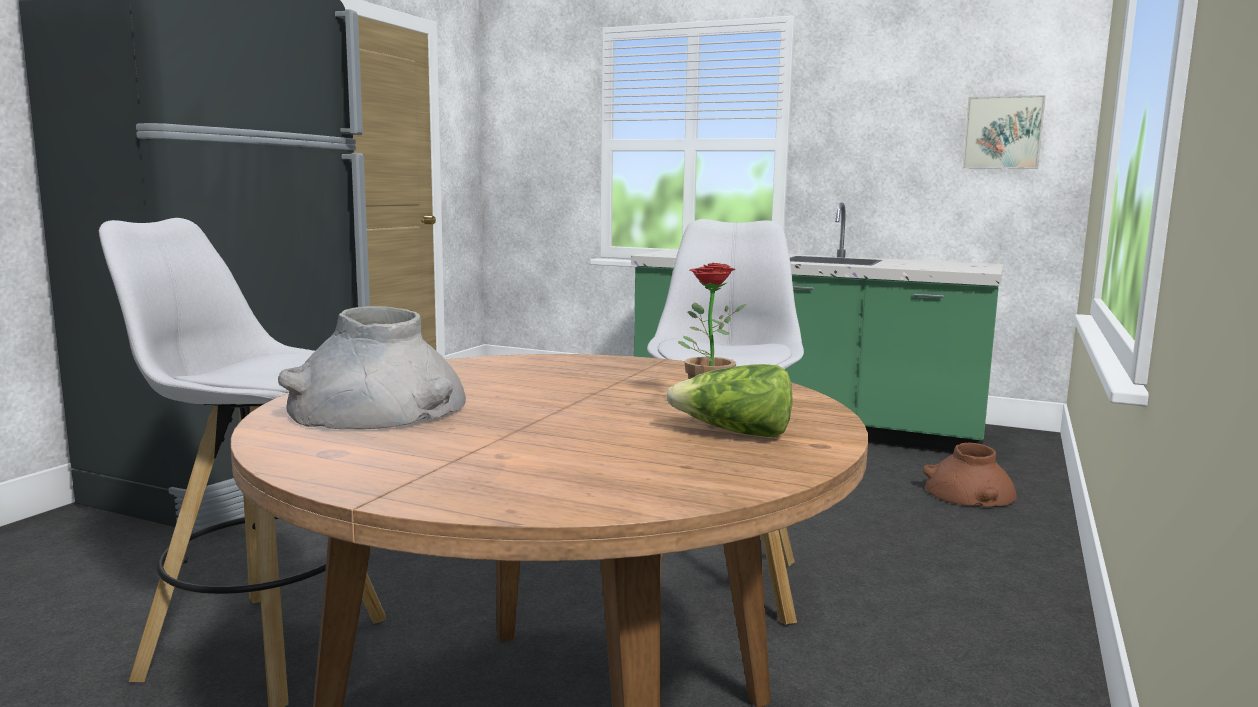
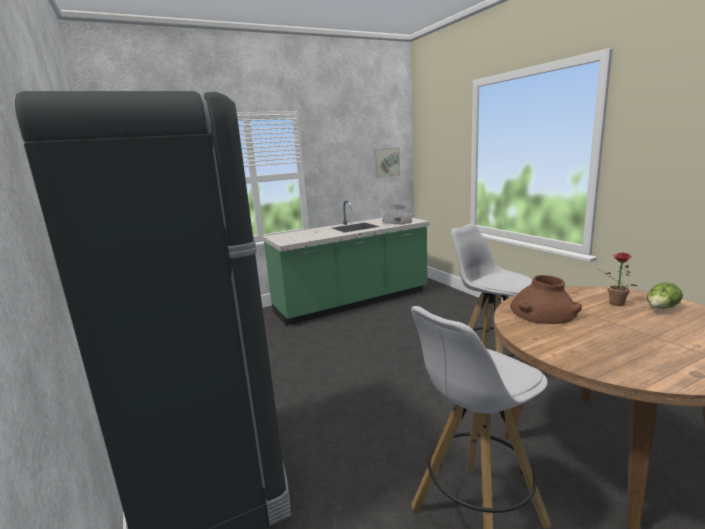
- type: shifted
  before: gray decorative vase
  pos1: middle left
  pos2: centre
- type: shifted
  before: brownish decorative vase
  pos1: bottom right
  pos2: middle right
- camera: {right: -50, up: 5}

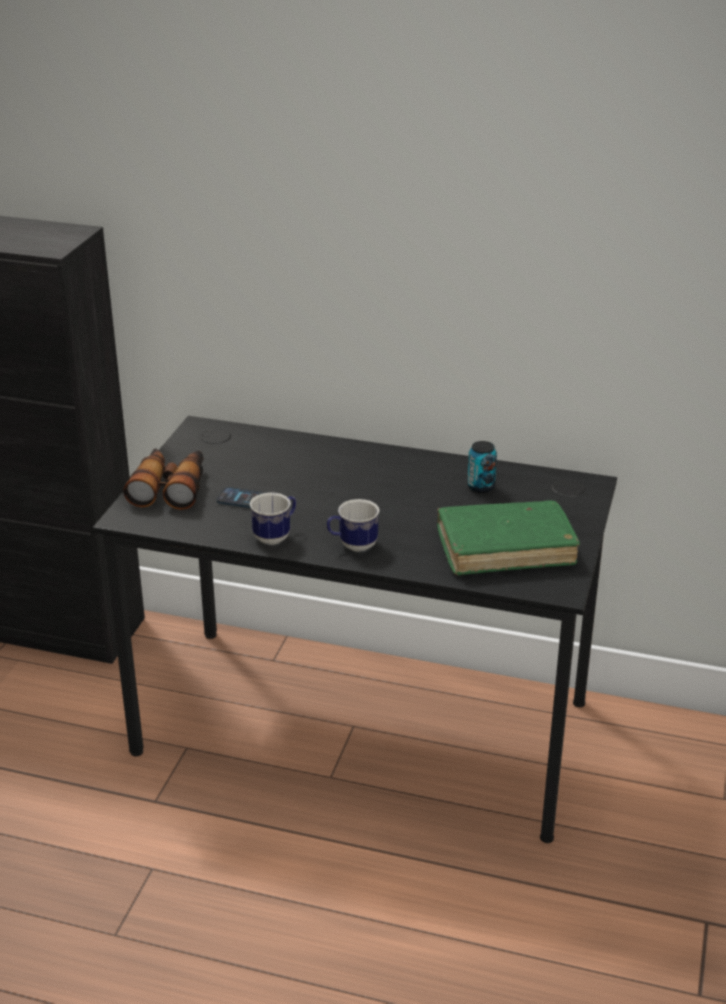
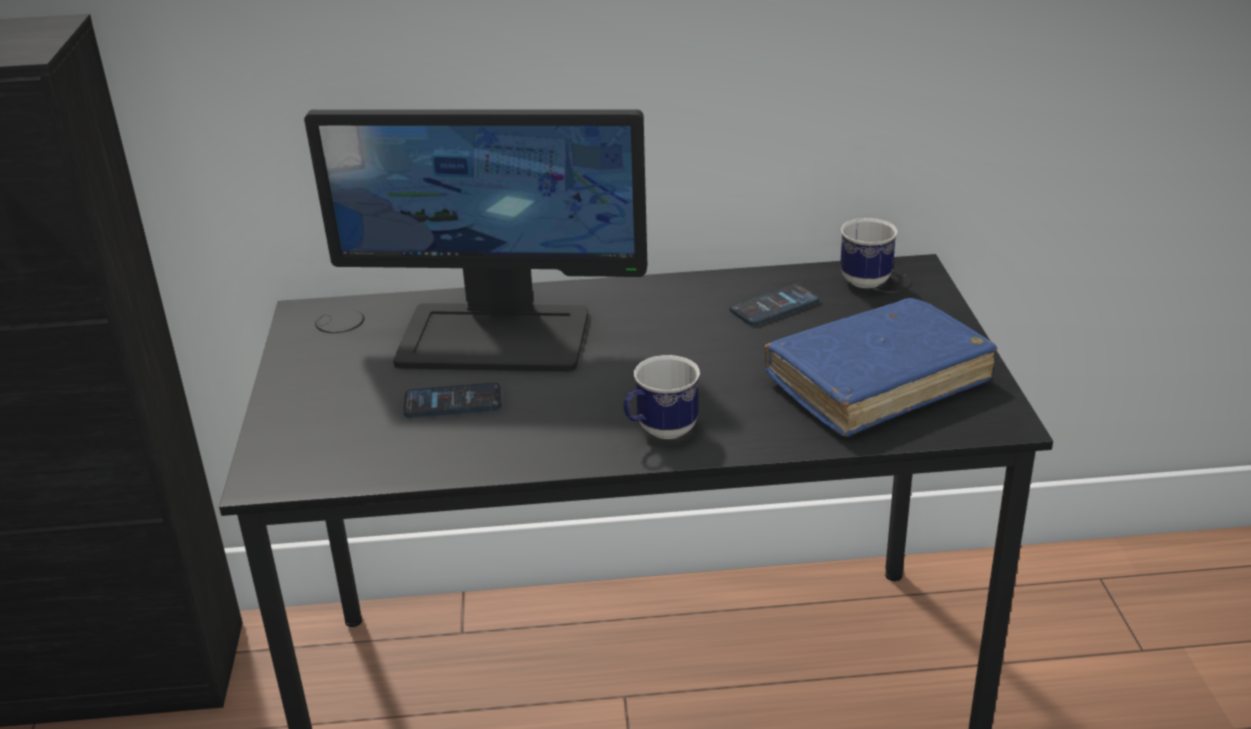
- type: new
  after: monitor
  pos2: top centre
- type: swapped
  before: sealed can
  after: phone (no. 2 from left)
  pos1: centre
  pos2: centre
- type: repainted
  before: green-coloured book
  after: blue book
  pos1: middle right
  pos2: middle right
- type: shifted
  before: coffee mug (no. 1 from left in the first image)
  after: coffee mug (no. 2 from left)
  pos1: centre
  pos2: middle right
- type: gone
  before: binoculars
  pos1: middle left
- camera: {right: -20, up: 0}

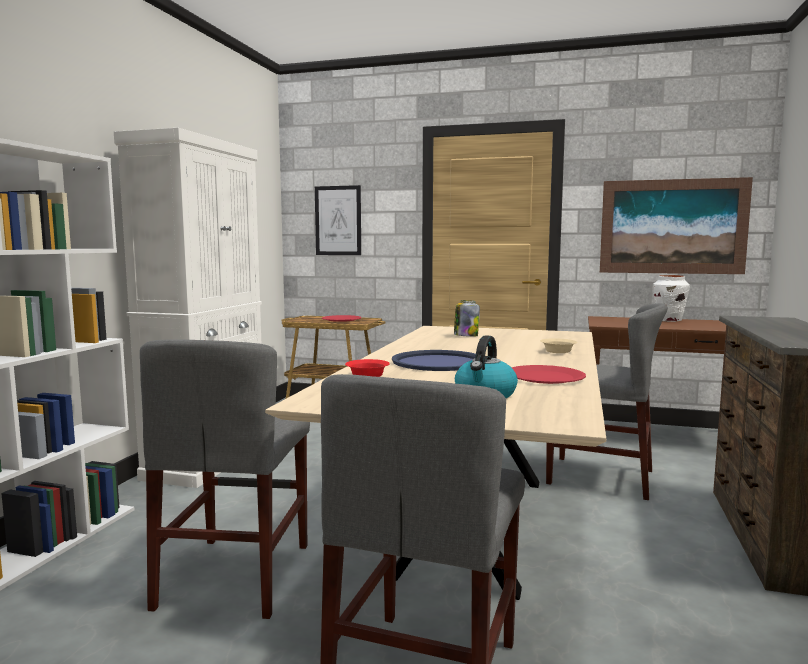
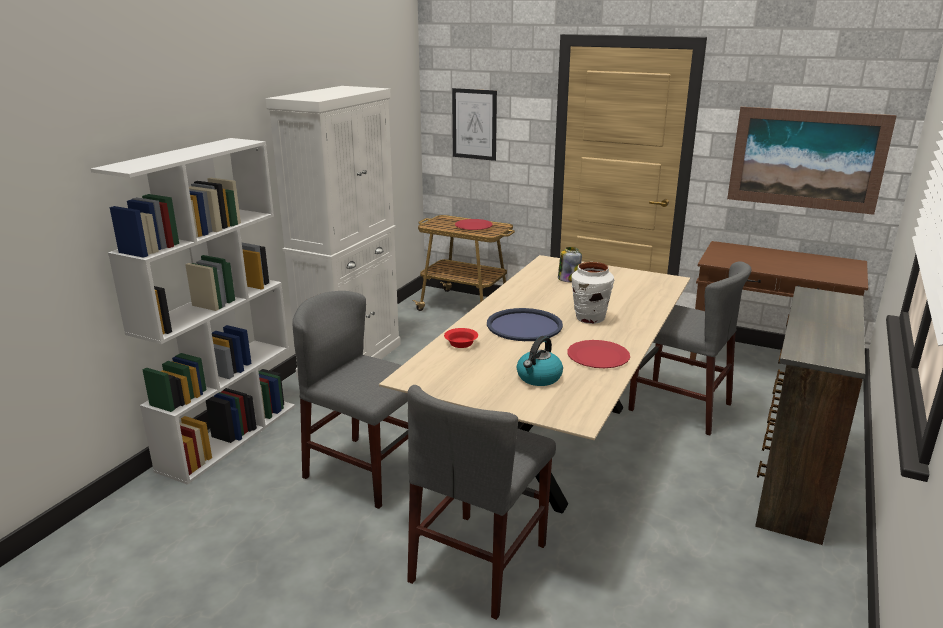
- type: rotated
  before: gray upright chair (no. 1 from left)
  pos1: bottom left
  pos2: centre
  turn: 105
- type: shifted
  before: white-coloured decorative vase
  pos1: middle right
  pos2: centre
- type: gone
  before: beige serving bowl
  pos1: middle right
- camera: {right: 10, up: 15}

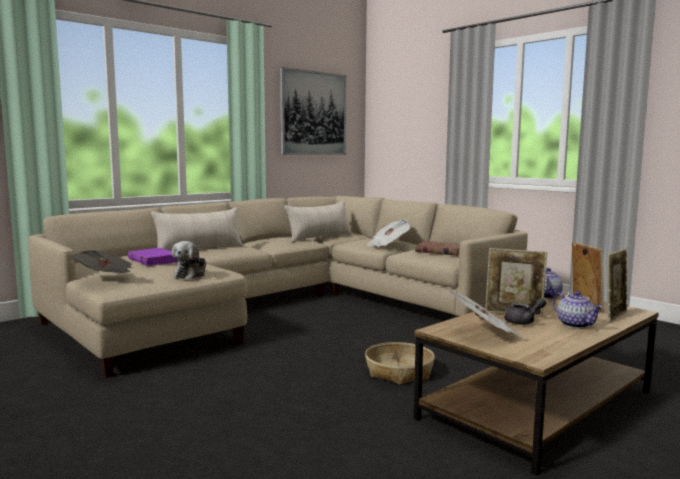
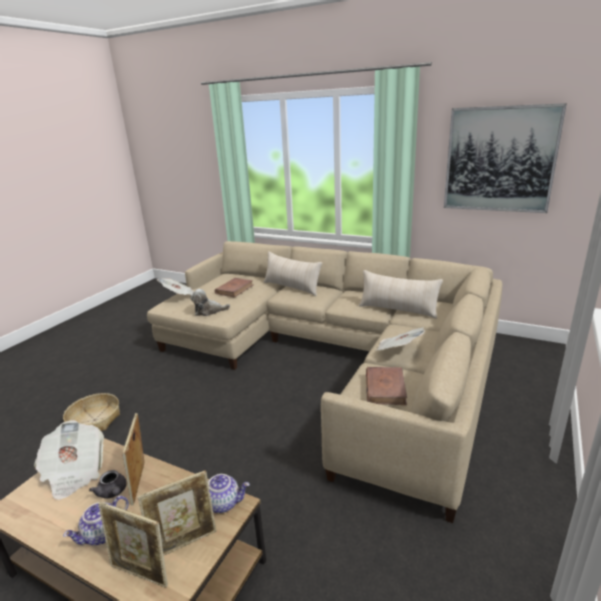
- type: shifted
  before: basket
  pos1: bottom centre
  pos2: bottom left
- type: repainted
  before: purplish book
  after: brownish book (no. 1 from left)
  pos1: middle left
  pos2: centre
- camera: {right: 70, up: 15}

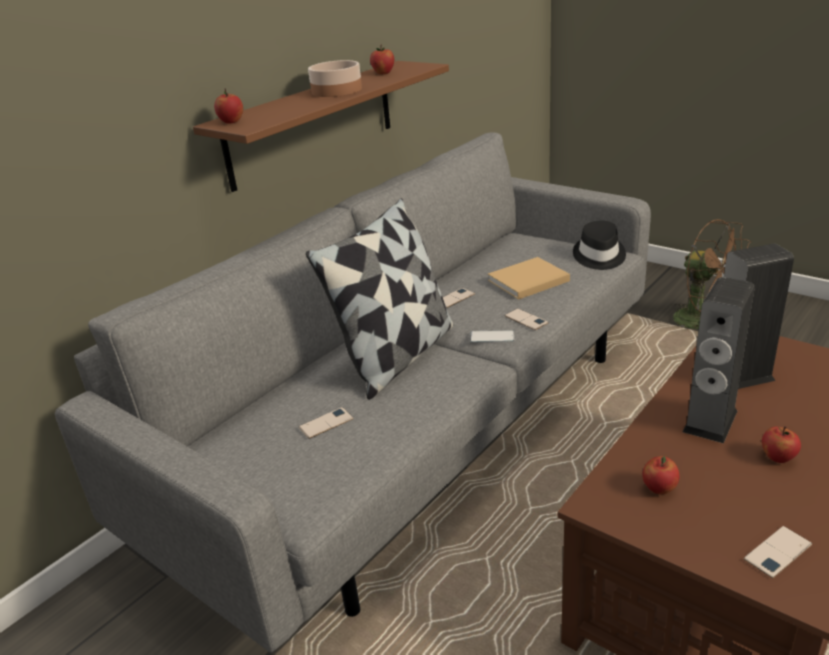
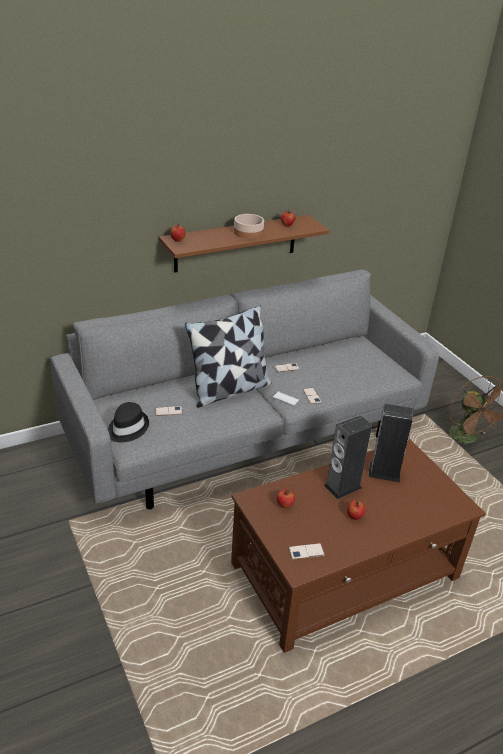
- type: shifted
  before: blackish hat
  pos1: middle right
  pos2: middle left
- type: gone
  before: beige book
  pos1: centre
- camera: {right: 20, up: 5}

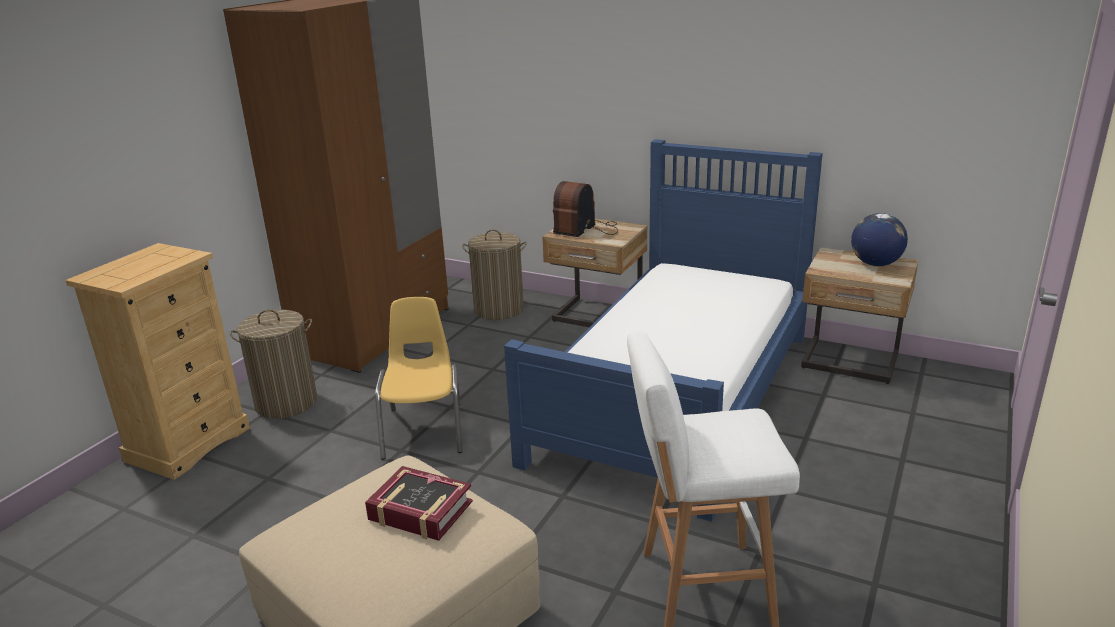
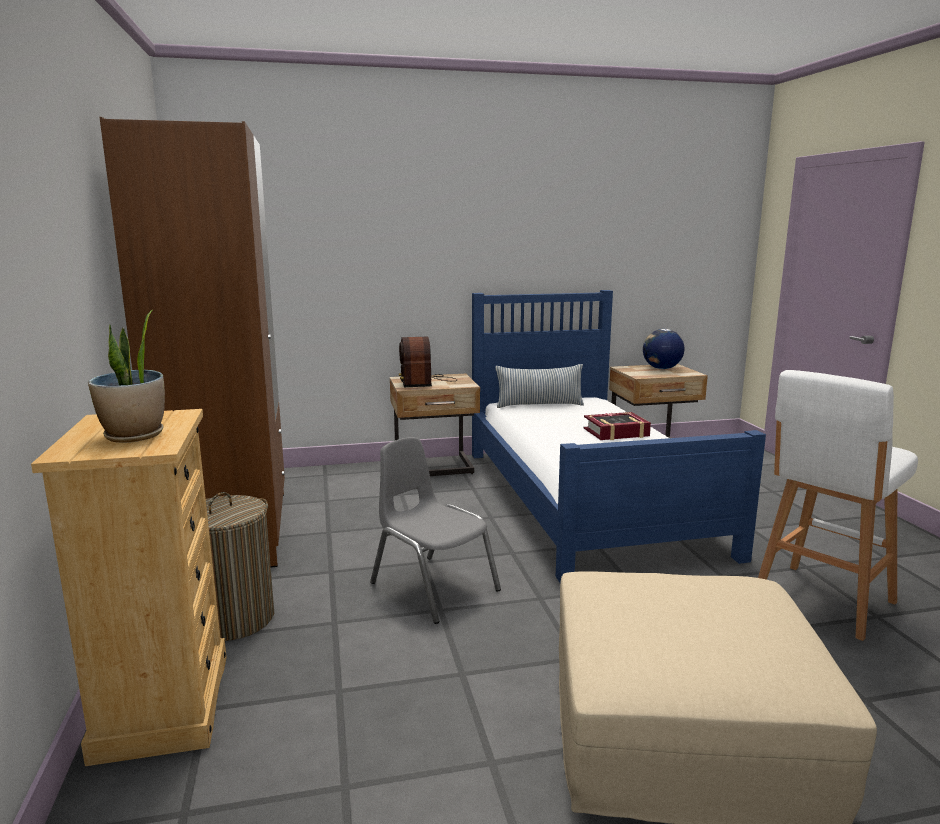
- type: new
  after: houseplant
  pos2: middle left
- type: repainted
  before: yellowish upright chair
  after: gray upright chair
  pos1: centre
  pos2: centre
- type: new
  after: pillow
  pos2: centre
- type: shifted
  before: book
  pos1: bottom centre
  pos2: centre
- type: gone
  before: washing basket (no. 2 from left)
  pos1: centre
- camera: {right: -40, up: -10}

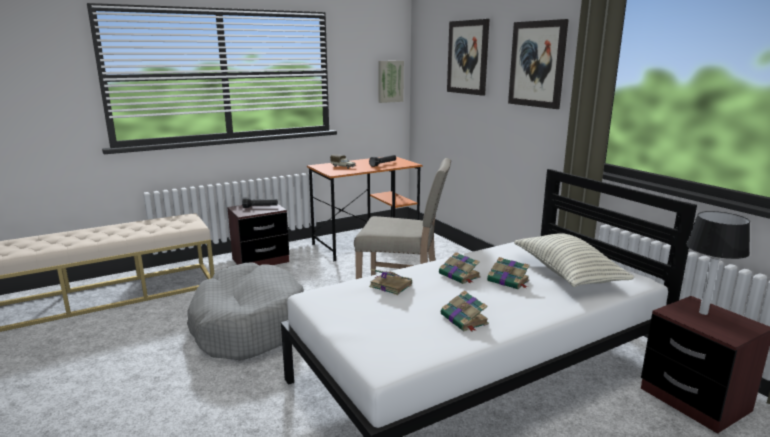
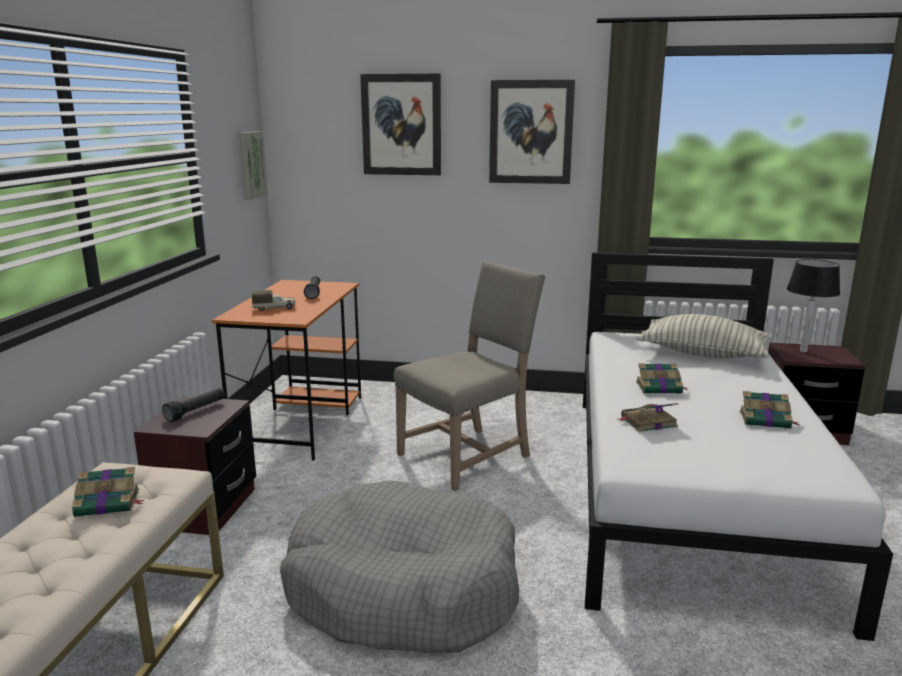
- type: shifted
  before: book (no. 4 from left in the first image)
  after: book (no. 1 from left)
  pos1: centre
  pos2: bottom left
- camera: {right: -50, up: 0}

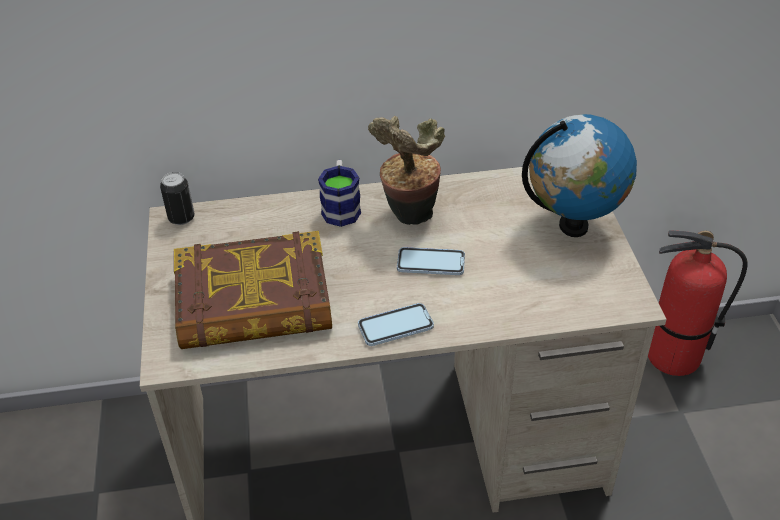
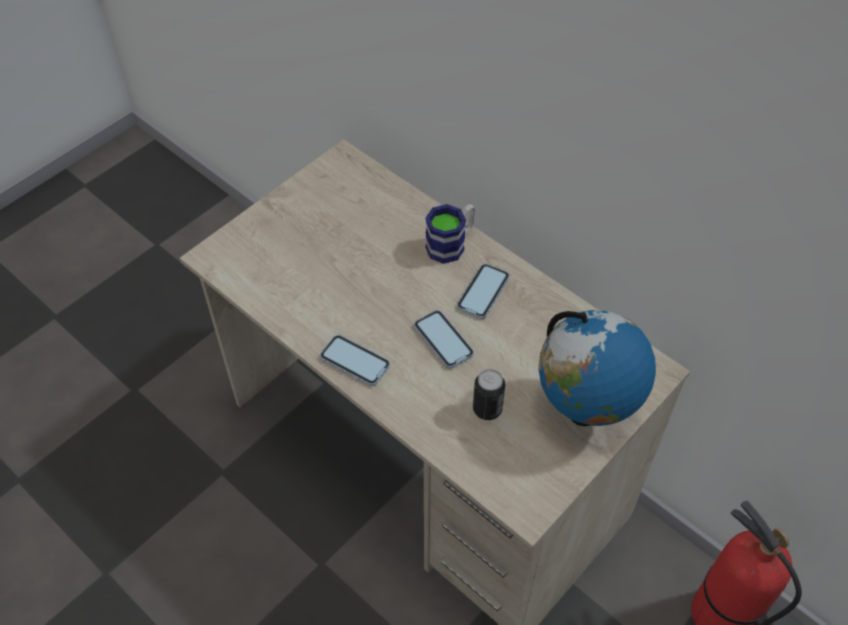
- type: swapped
  before: houseplant
  after: phone (no. 3 from left)
  pos1: top centre
  pos2: centre
- type: shifted
  before: sealed can
  pos1: middle left
  pos2: centre
- type: gone
  before: book
  pos1: middle left
- camera: {right: 50, up: 10}

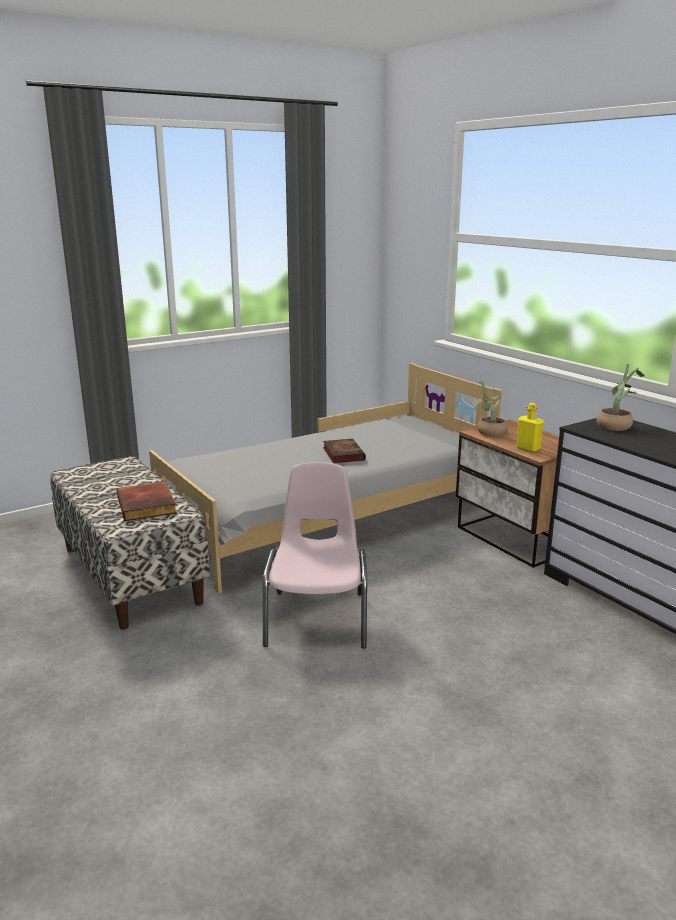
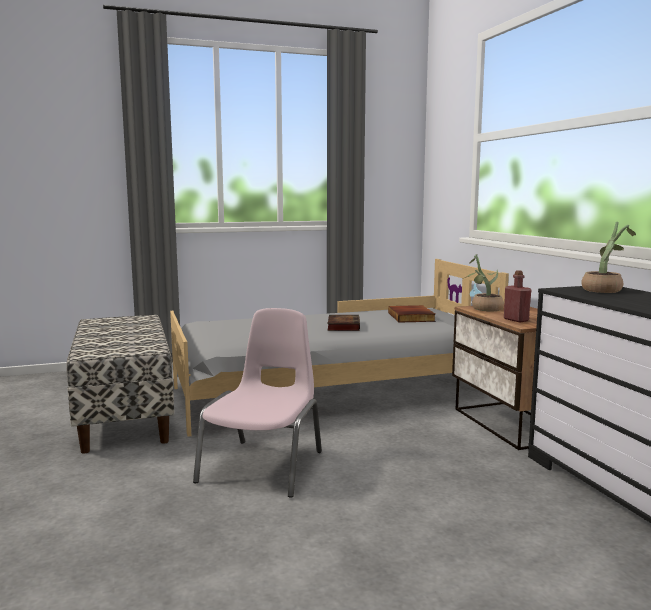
- type: shifted
  before: book (no. 1 from left in the first image)
  after: book (no. 2 from left)
  pos1: middle left
  pos2: centre
- type: repainted
  before: yellowish drink bottle
  after: red-coloured drink bottle
  pos1: middle right
  pos2: middle right
- camera: {right: 15, up: -10}

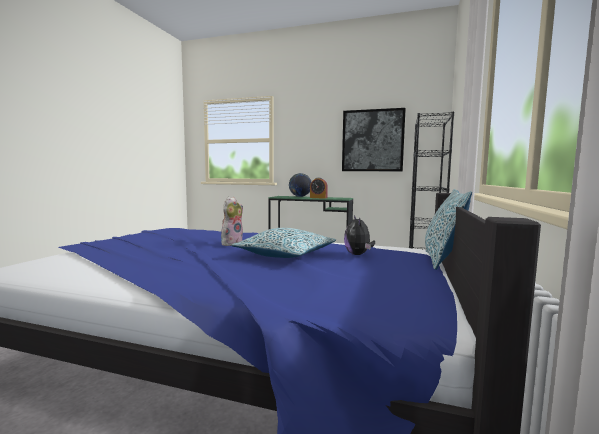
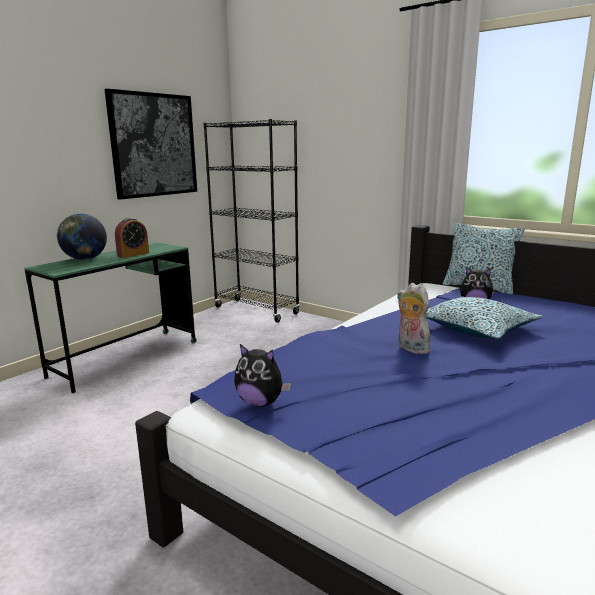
- type: new
  after: soft toy (no. 1 from left)
  pos2: centre
- camera: {right: -70, up: 10}

